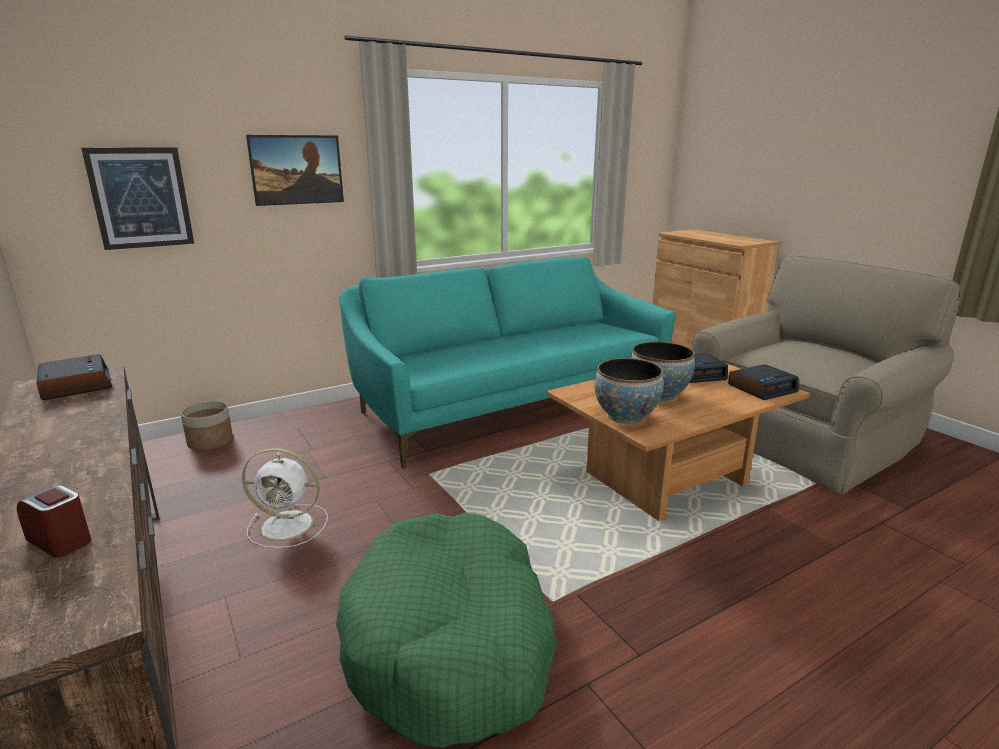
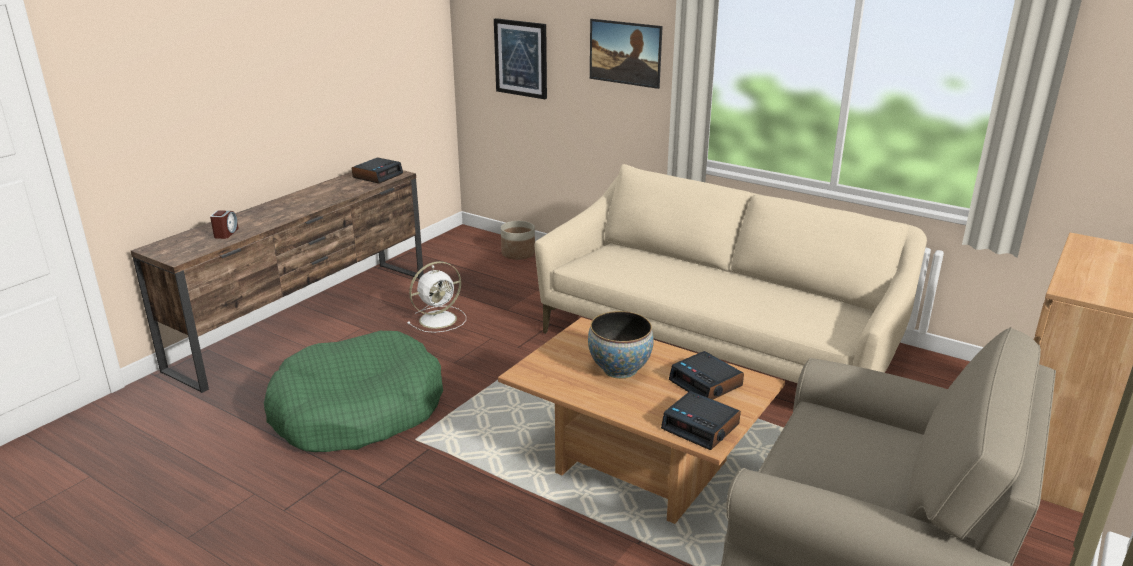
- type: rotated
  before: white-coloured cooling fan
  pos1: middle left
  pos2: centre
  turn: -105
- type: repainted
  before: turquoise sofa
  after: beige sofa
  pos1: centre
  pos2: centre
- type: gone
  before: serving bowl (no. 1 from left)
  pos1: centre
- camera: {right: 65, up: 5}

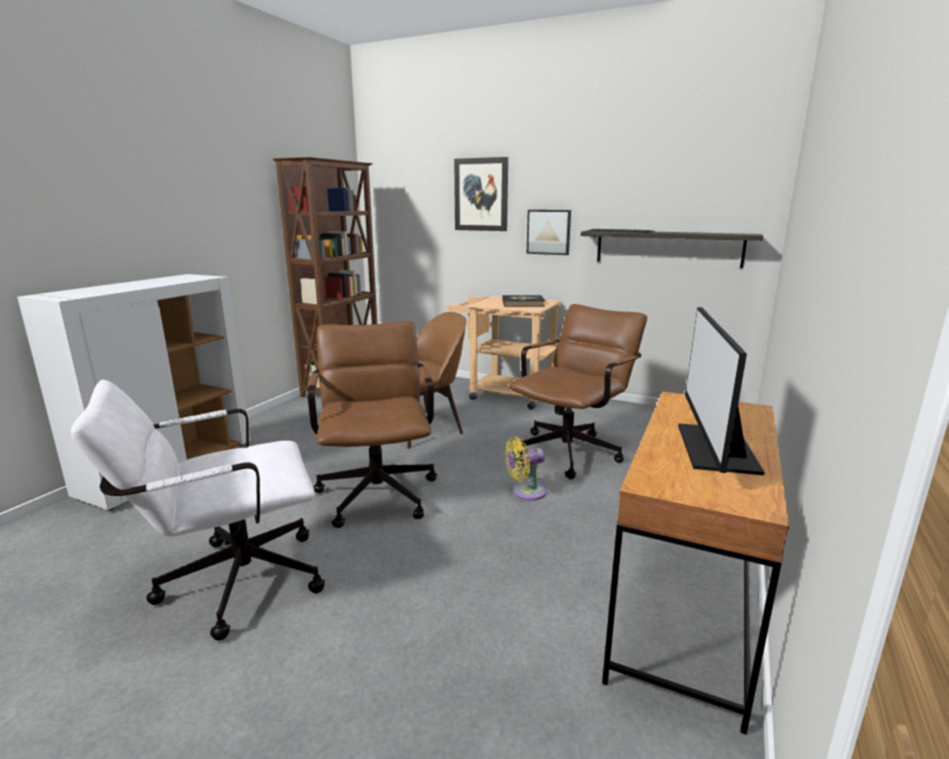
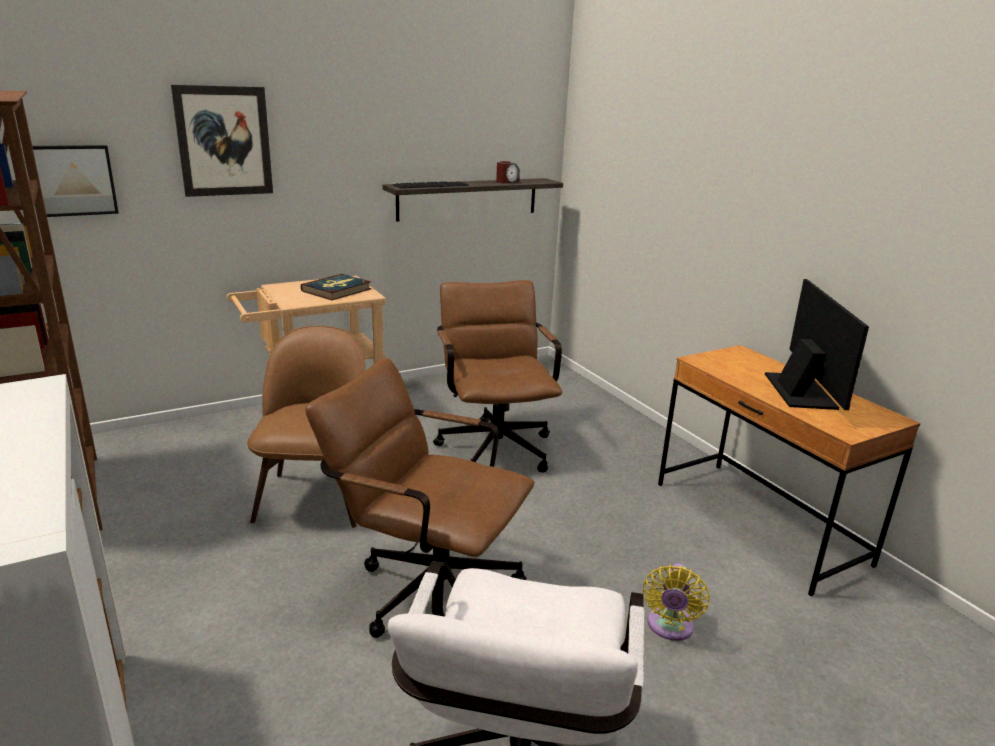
- type: shifted
  before: wall art (no. 2 from left in the first image)
  after: wall art (no. 1 from left)
  pos1: top centre
  pos2: top left
- type: new
  after: alarm clock
  pos2: top centre
- type: shifted
  before: yellowish cooling fan
  pos1: centre
  pos2: bottom right
- type: rotated
  before: monitor
  pos1: middle right
  pos2: middle right
  turn: -135
- camera: {right: -55, up: 5}

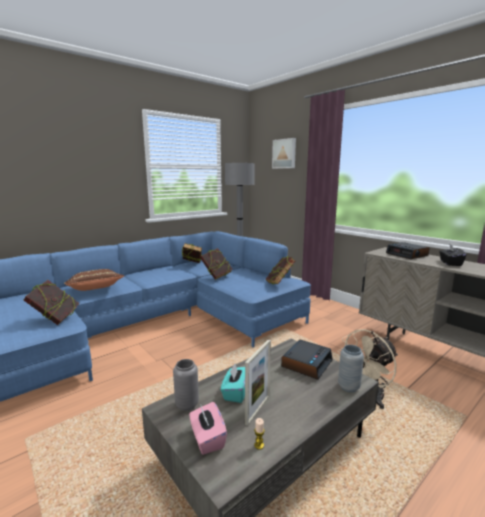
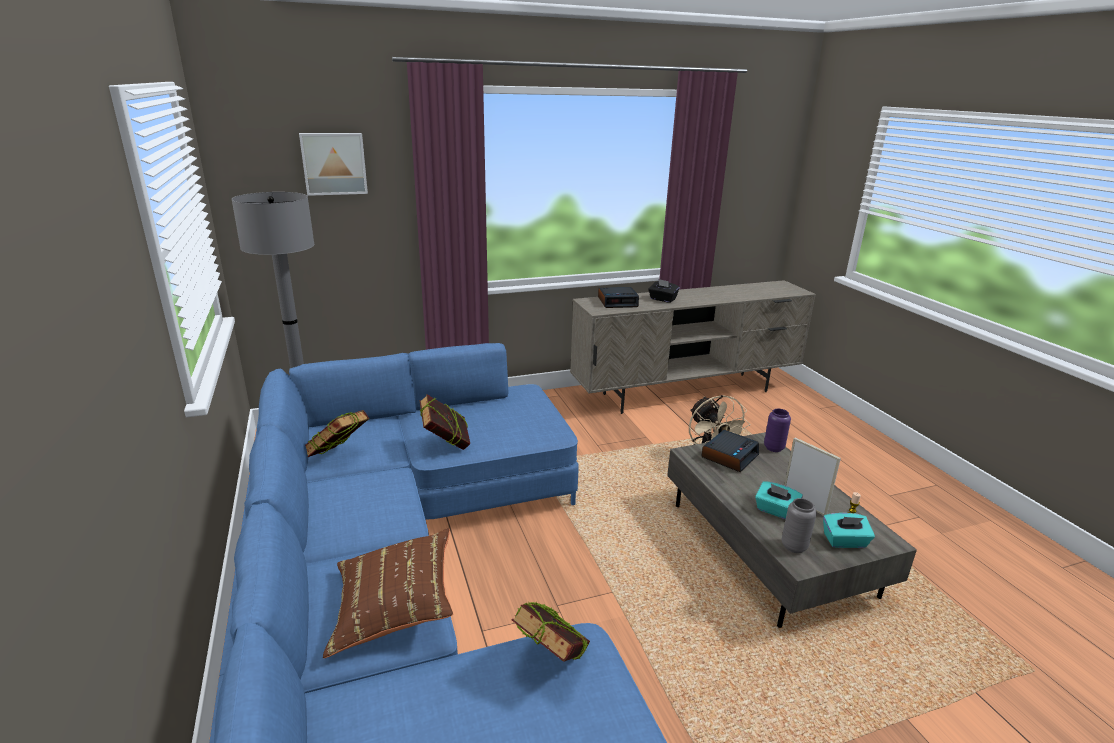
- type: rotated
  before: alarm clock (no. 1 from left in the first image)
  pos1: bottom centre
  pos2: centre
  turn: 75
- type: repainted
  before: gray decorative vase (no. 2 from left)
  after: purplish decorative vase
  pos1: bottom right
  pos2: middle right
- type: repainted
  before: pink tissue box
  after: turquoise tissue box (no. 2 from left)
  pos1: bottom centre
  pos2: bottom right
- type: gone
  before: book (no. 4 from left)
  pos1: centre
- camera: {right: -70, up: 10}

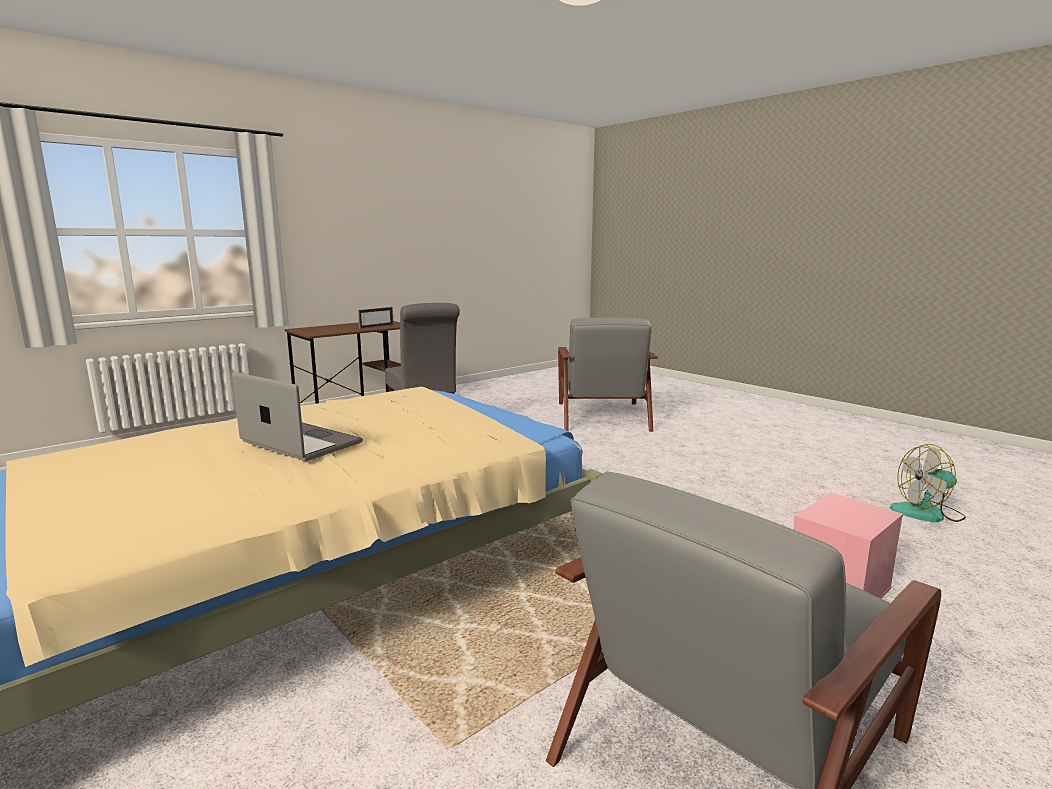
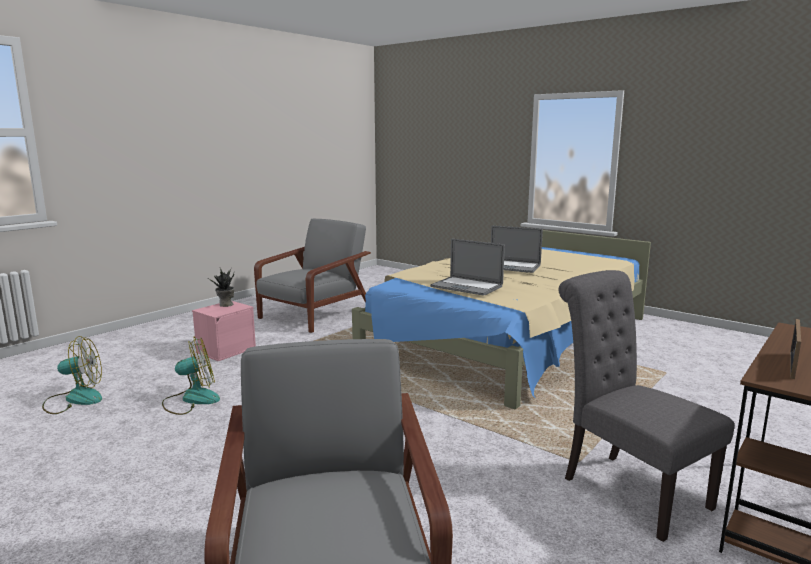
- type: new
  after: cooling fan (no. 2 from left)
  pos2: bottom left
- type: new
  after: houseplant
  pos2: middle left
- type: new
  after: notebook computer (no. 1 from left)
  pos2: centre
- camera: {right: 170, up: 0}

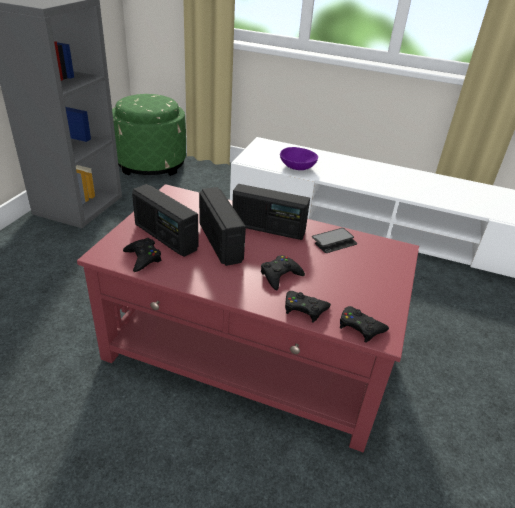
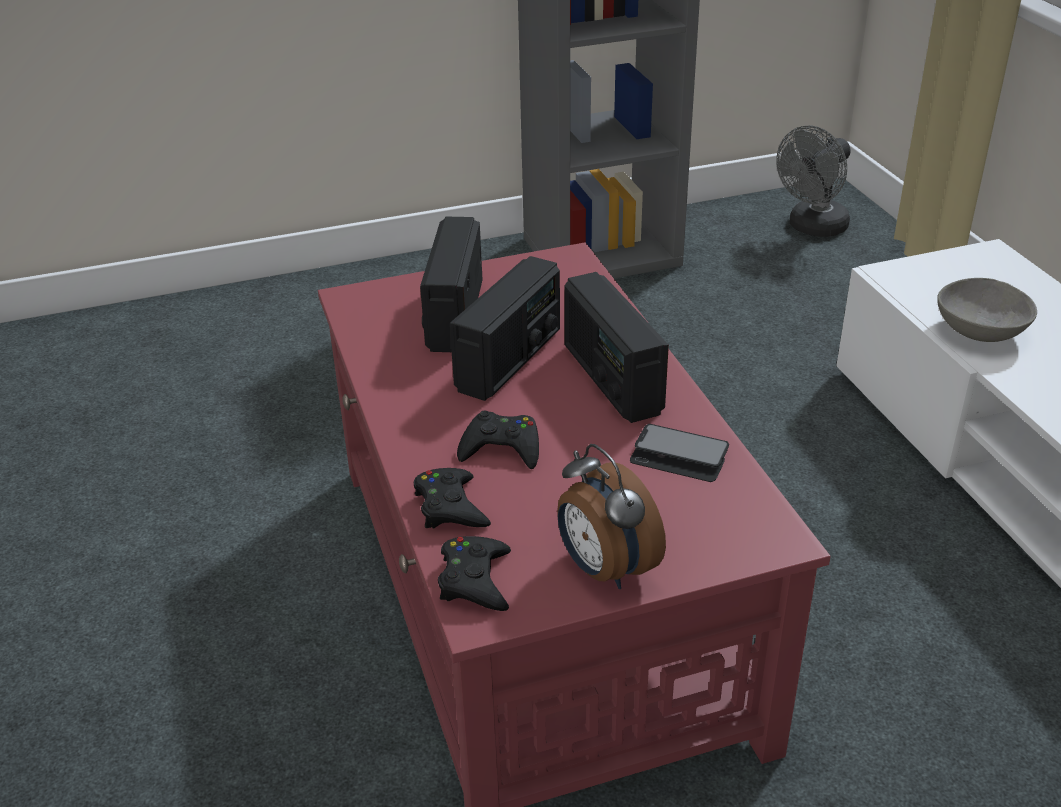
- type: new
  after: alarm clock
  pos2: centre
- type: swapped
  before: green-coloured pouffe
  after: gray cooling fan
  pos1: top left
  pos2: top right
- type: repainted
  before: purplish serving bowl
  after: gray serving bowl
  pos1: top centre
  pos2: middle right
- type: gone
  before: blackish game controller (no. 1 from left)
  pos1: middle left
- camera: {right: 55, up: 0}

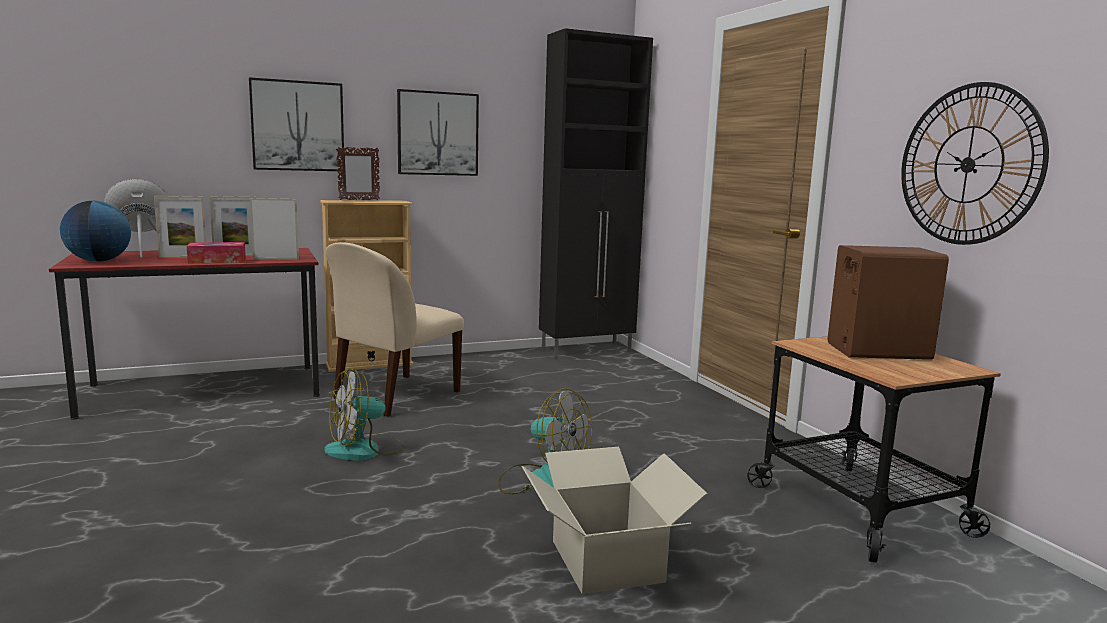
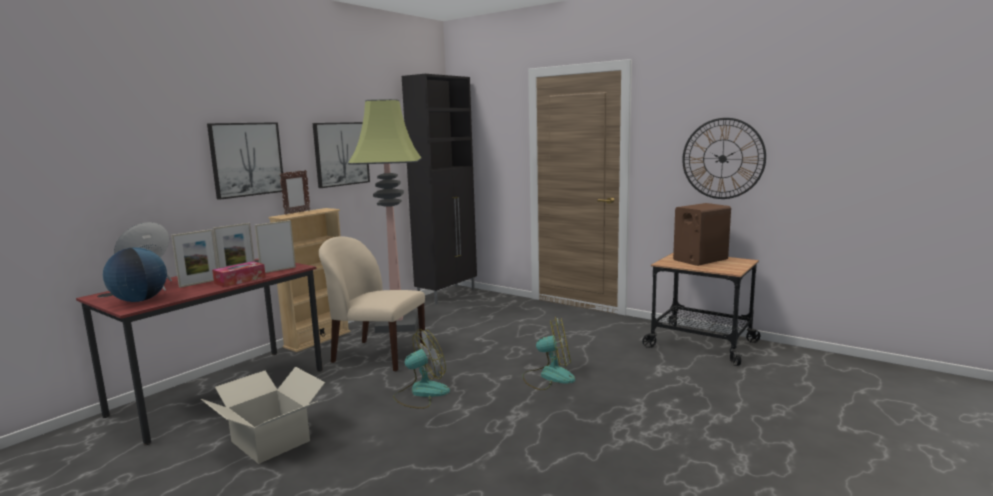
- type: shifted
  before: packing box
  pos1: bottom centre
  pos2: bottom left
- type: rotated
  before: beige upright chair
  pos1: centre
  pos2: centre
  turn: 105
- type: new
  after: floor lamp
  pos2: centre
- type: rotated
  before: cooling fan (no. 1 from left)
  pos1: middle left
  pos2: bottom centre
  turn: -150
- camera: {right: -30, up: 0}

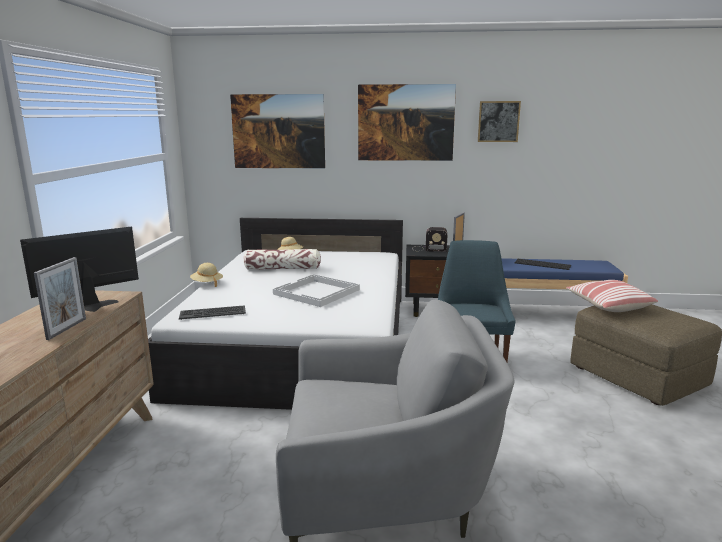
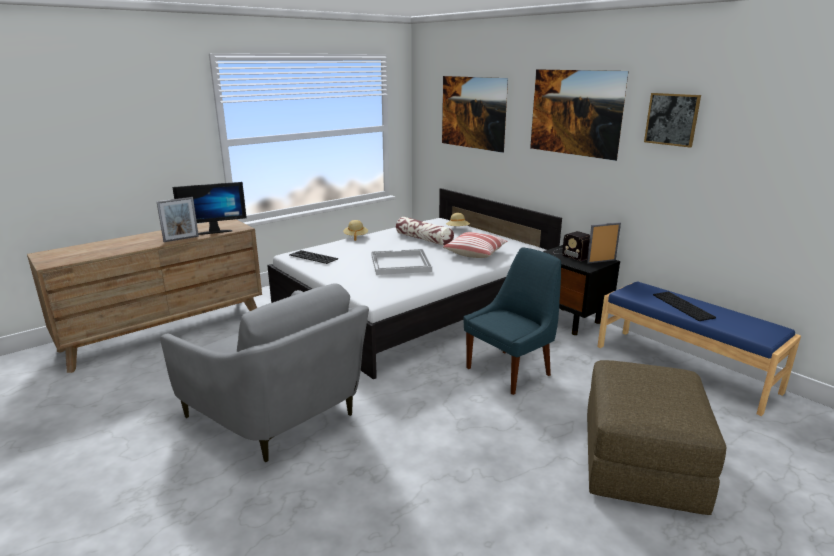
- type: rotated
  before: monitor
  pos1: middle left
  pos2: middle left
  turn: 150
- type: shifted
  before: pillow (no. 2 from left)
  pos1: middle right
  pos2: centre
- camera: {right: 45, up: 5}

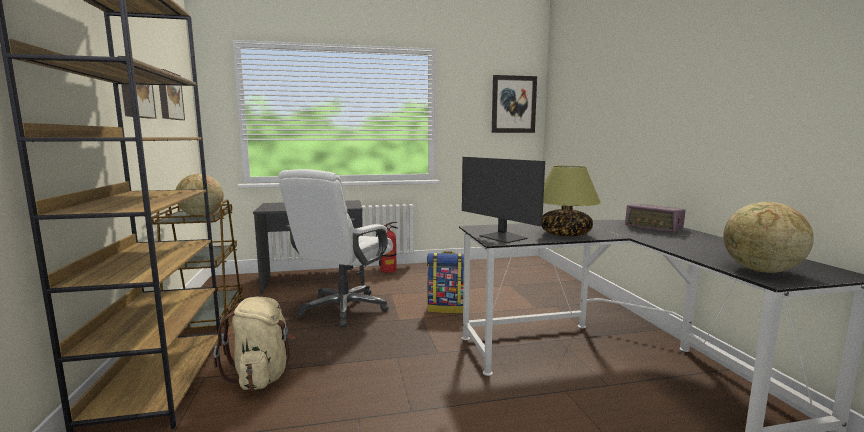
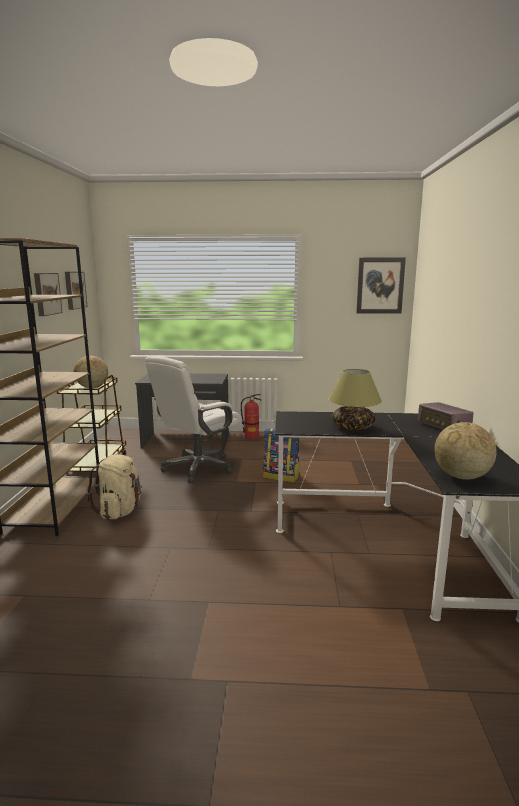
- type: gone
  before: monitor
  pos1: centre
- camera: {right: 15, up: 5}

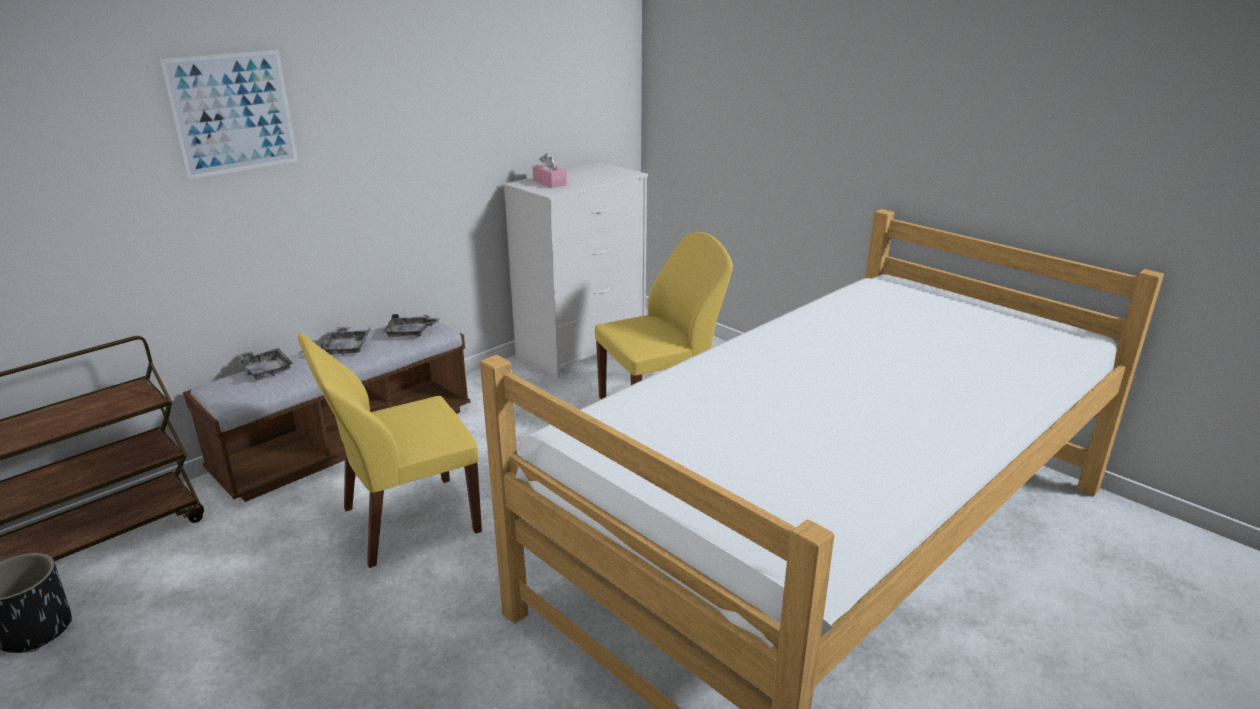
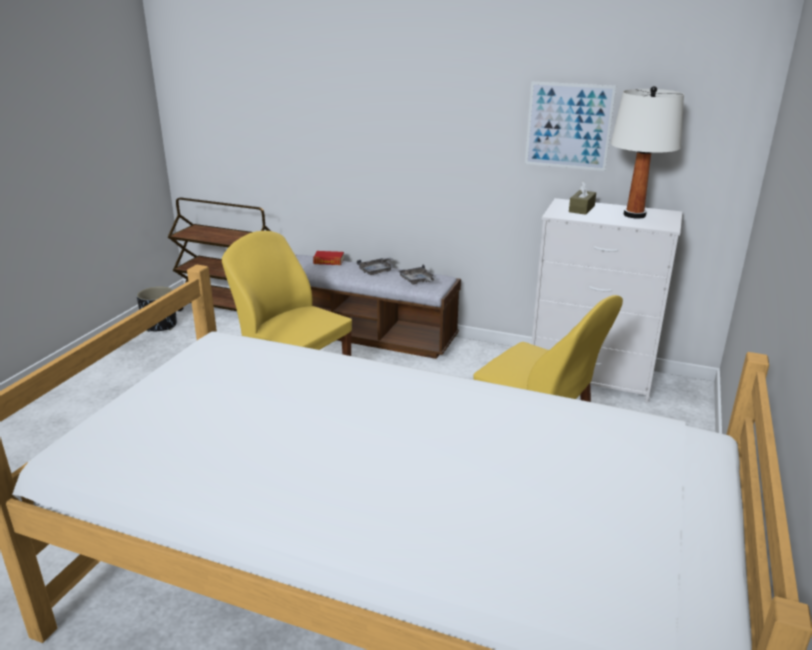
- type: swapped
  before: gray tray (no. 1 from left)
  after: book
  pos1: middle left
  pos2: centre
- type: shifted
  before: wall art
  pos1: top left
  pos2: top right
- type: repainted
  before: pink tissue box
  after: brownish tissue box
  pos1: top centre
  pos2: top right
- type: new
  after: white-coloured lamp for a table
  pos2: top right
- camera: {right: 65, up: 0}

